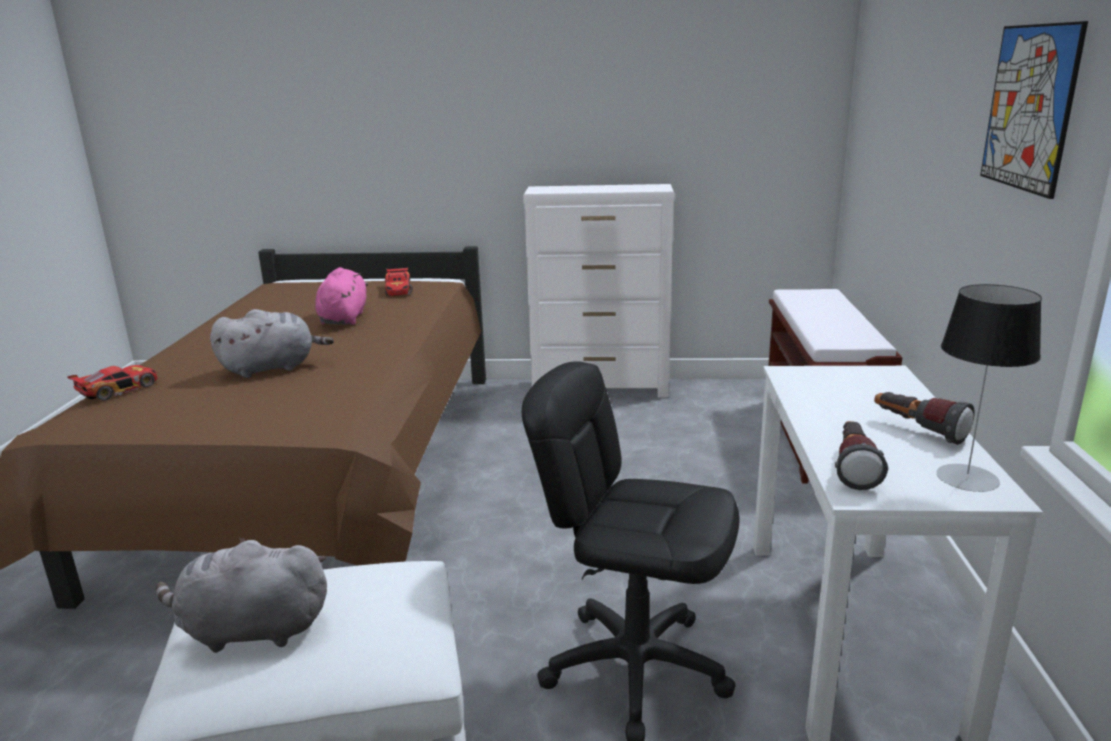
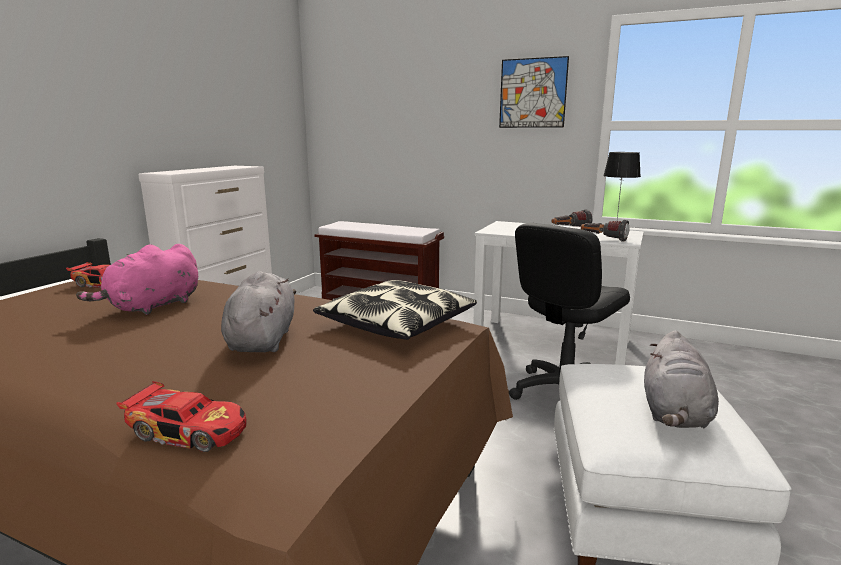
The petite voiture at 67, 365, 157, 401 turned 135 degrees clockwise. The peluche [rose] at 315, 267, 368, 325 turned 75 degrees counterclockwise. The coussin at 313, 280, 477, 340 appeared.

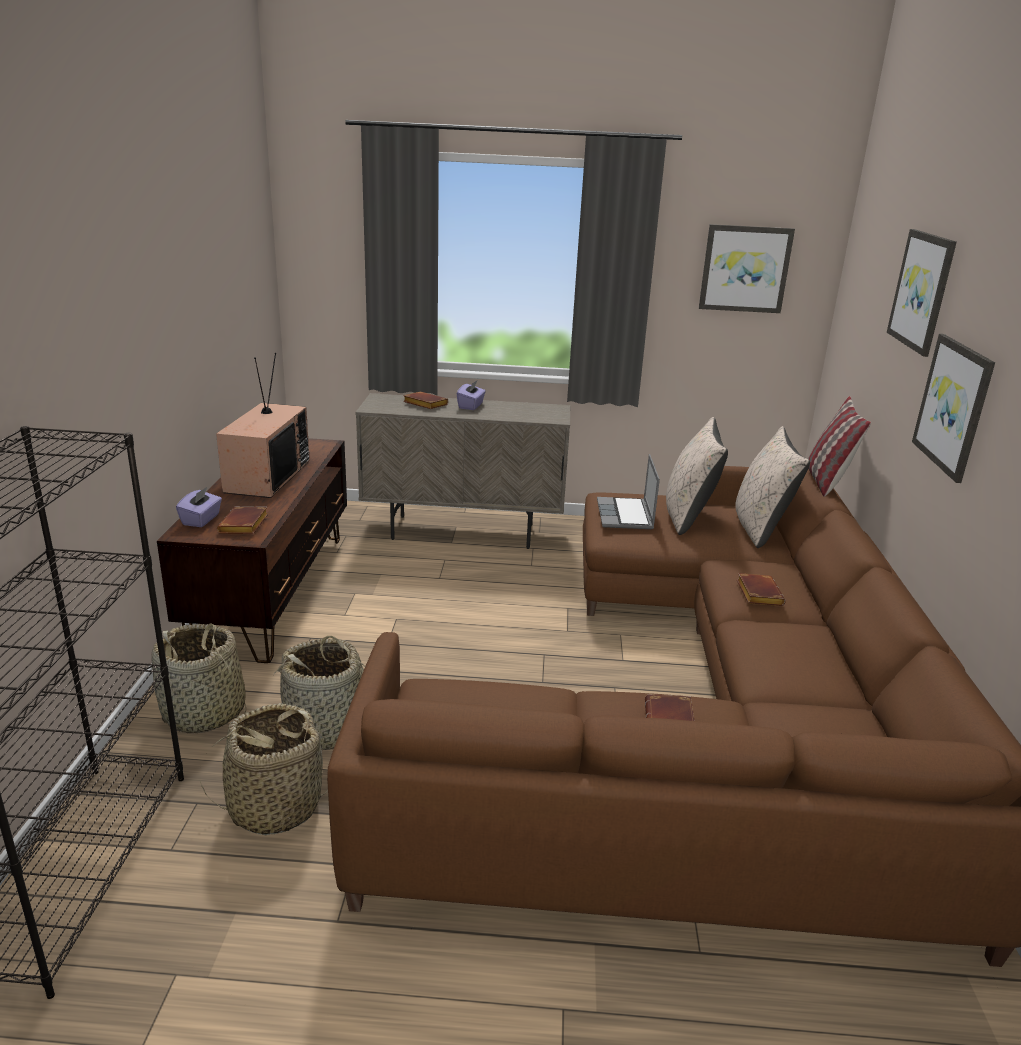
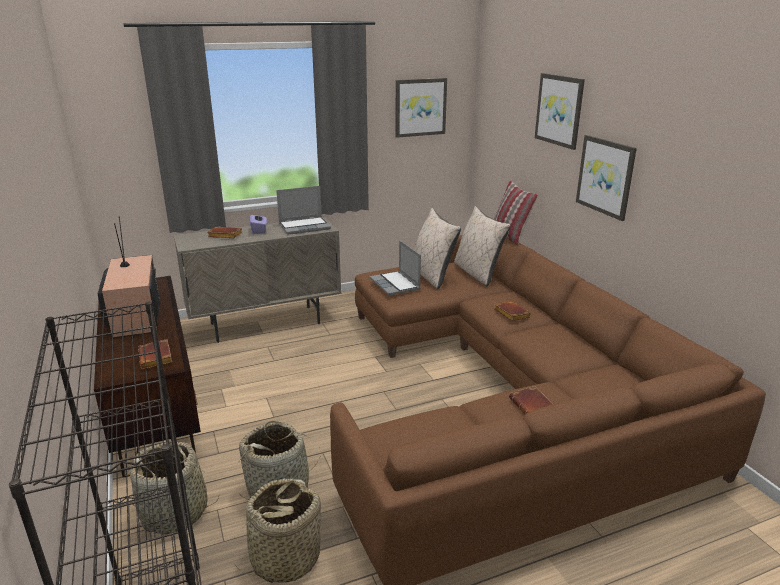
The boîte à mouchoirs [violet] at 176, 487, 222, 527 disappeared. The ordinateur portable at 276, 186, 331, 235 appeared.

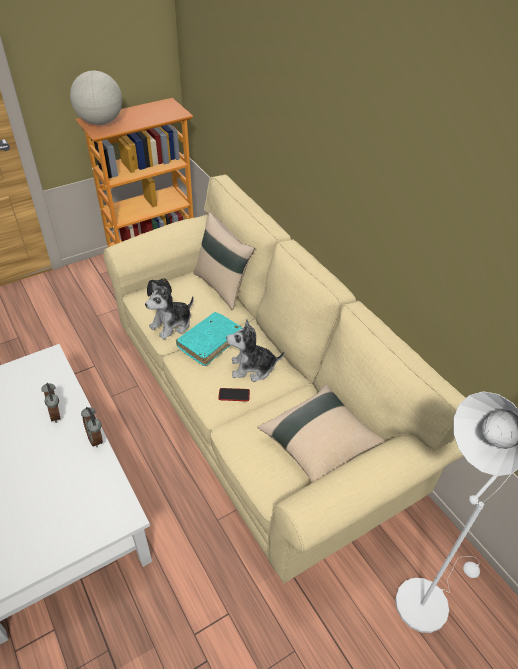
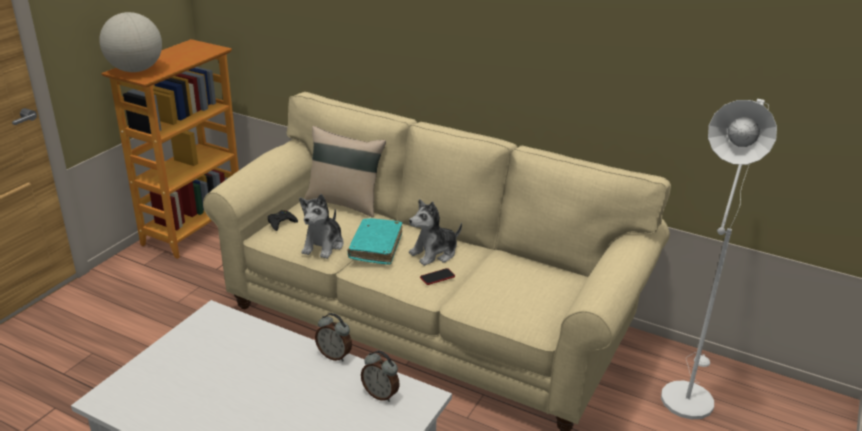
The réveil moved from 41, 383, 60, 423 to 361, 350, 400, 402. The coussin [beige] at 257, 385, 385, 483 disappeared.

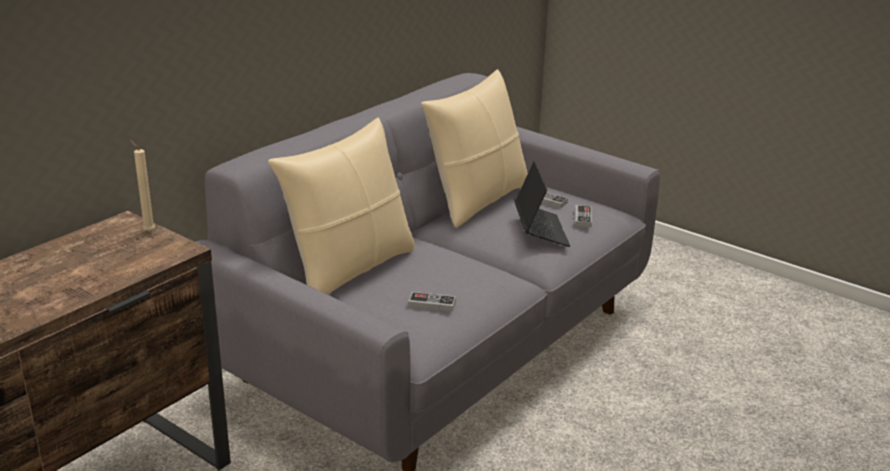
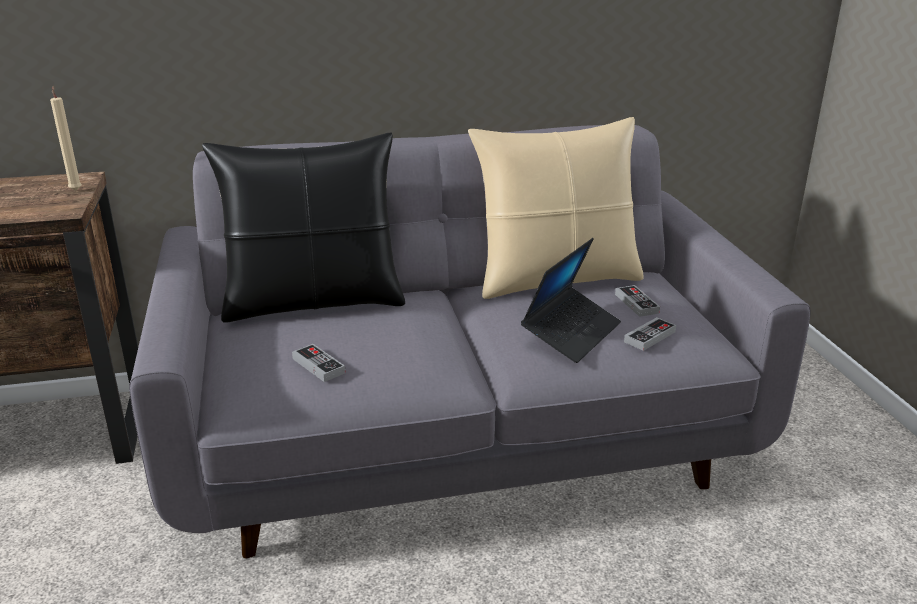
The coussin [beige] at 268, 118, 415, 295 became the coussin [noir] at 202, 133, 405, 322.

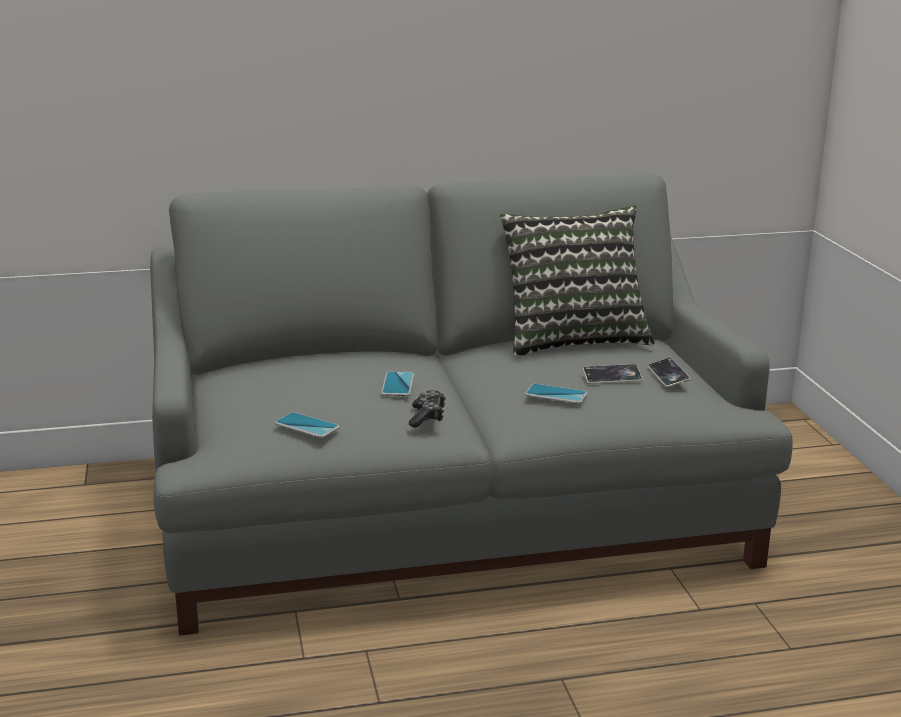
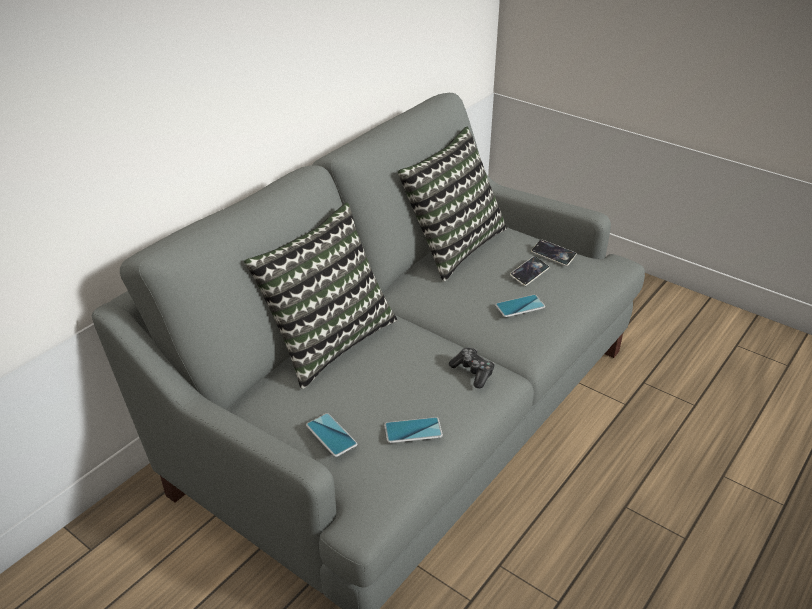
The téléphone moved from 381, 371, 414, 396 to 306, 413, 357, 457. The coussin at 244, 203, 397, 389 appeared.

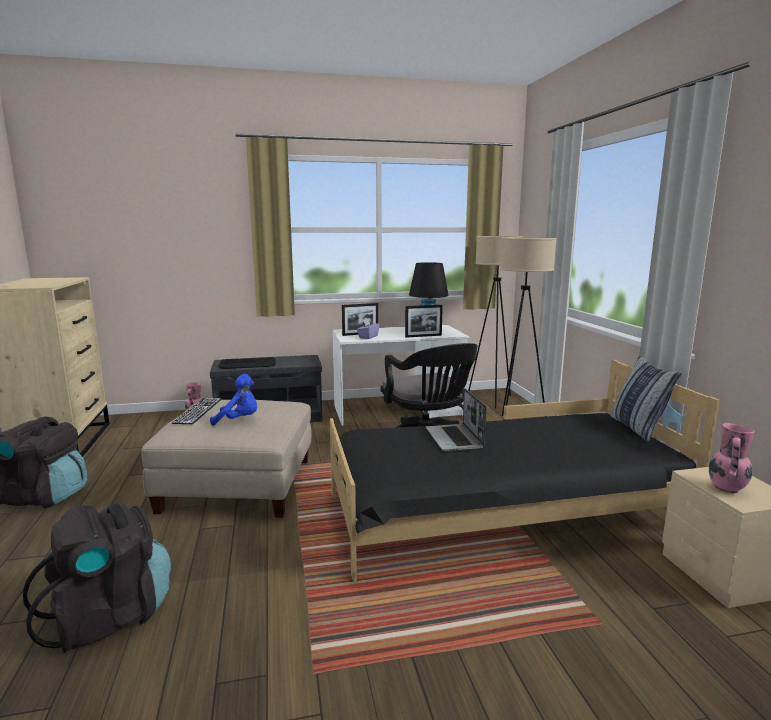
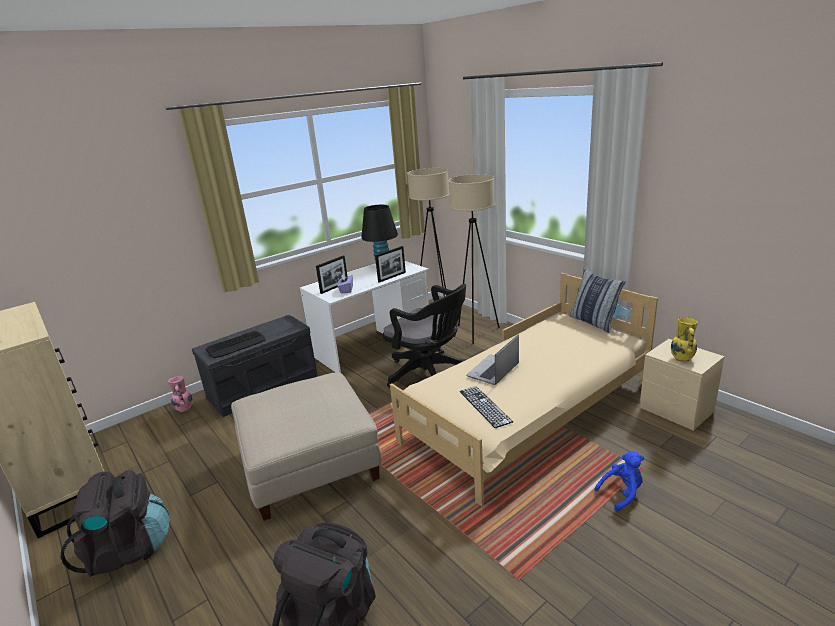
The clavier moved from 172, 398, 221, 424 to 460, 386, 513, 428. The peluche [bleu] moved from 210, 374, 257, 426 to 594, 451, 644, 511. The lit [noir] at 330, 359, 720, 582 became the lit [beige] at 390, 273, 658, 506. The ordinateur portable at 426, 388, 487, 451 turned 75 degrees clockwise. The vase [rose] at 709, 422, 754, 493 became the vase [jaune] at 671, 317, 698, 362.

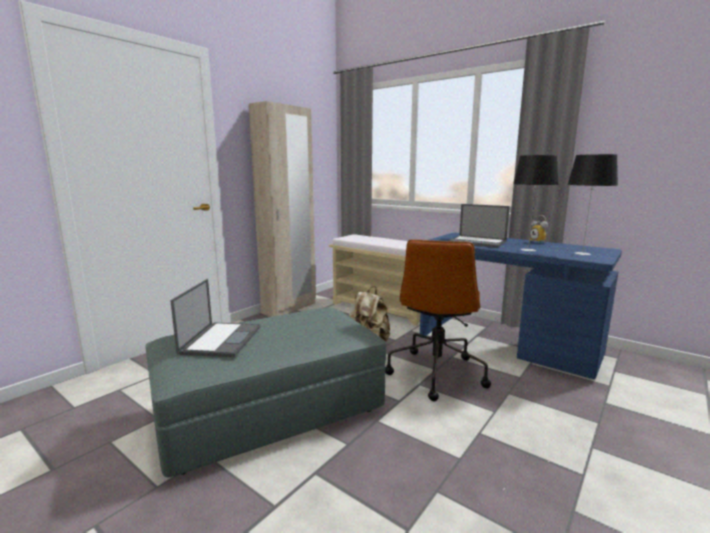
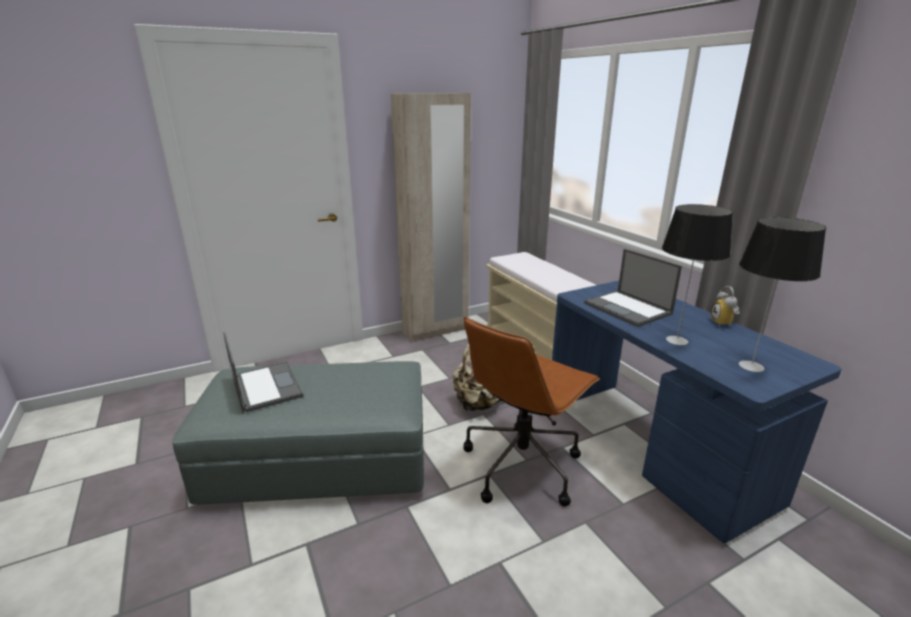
The ordinateur portable at 170, 279, 261, 357 turned 60 degrees counterclockwise.

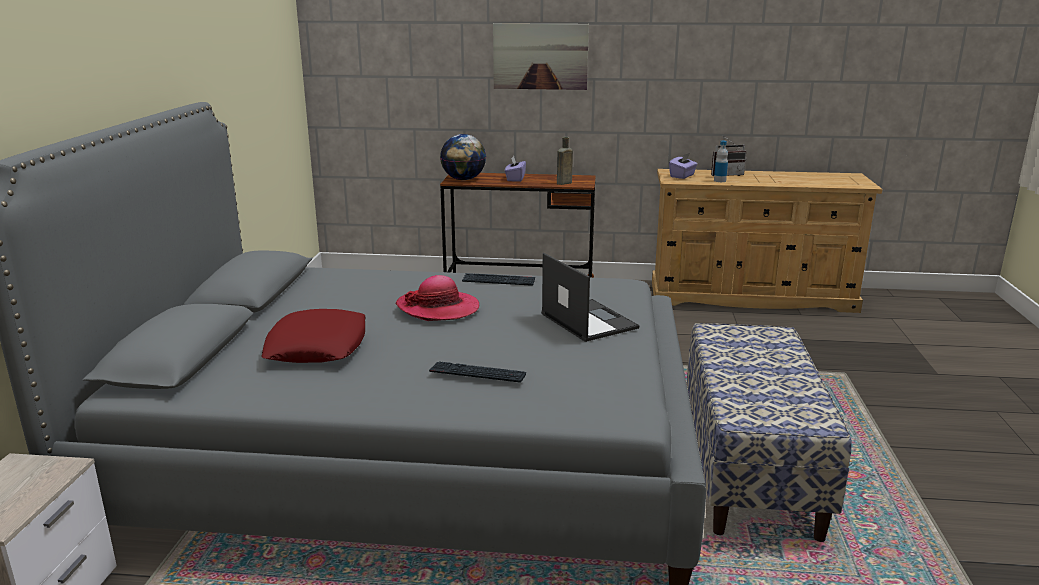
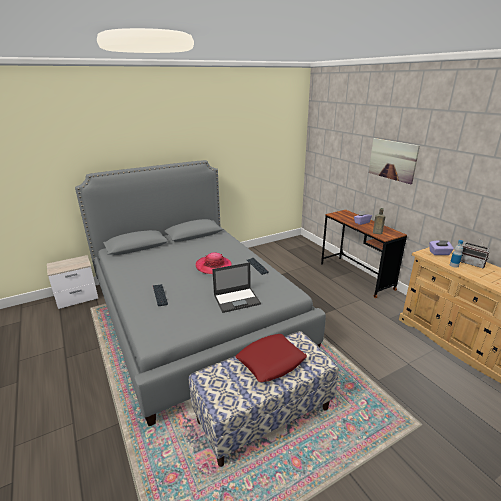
The coussin [rouge] moved from 261, 309, 366, 363 to 236, 334, 307, 382. The globe at 440, 134, 486, 180 disappeared. The ordinateur portable at 541, 253, 640, 342 turned 45 degrees clockwise.

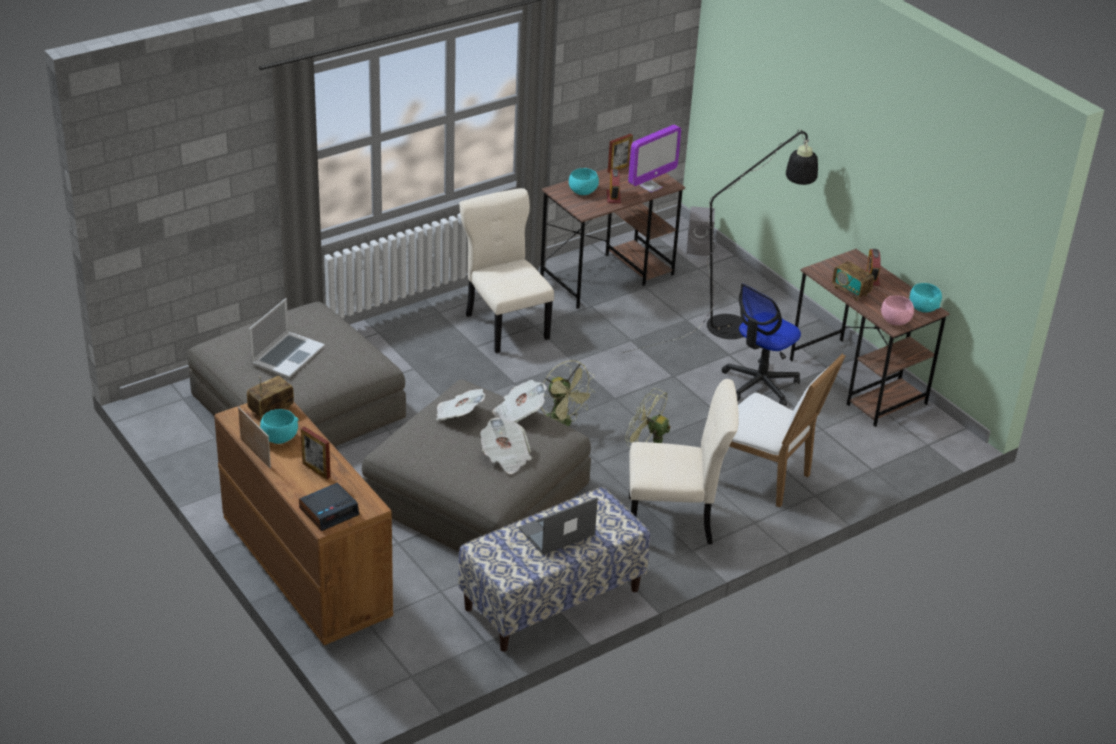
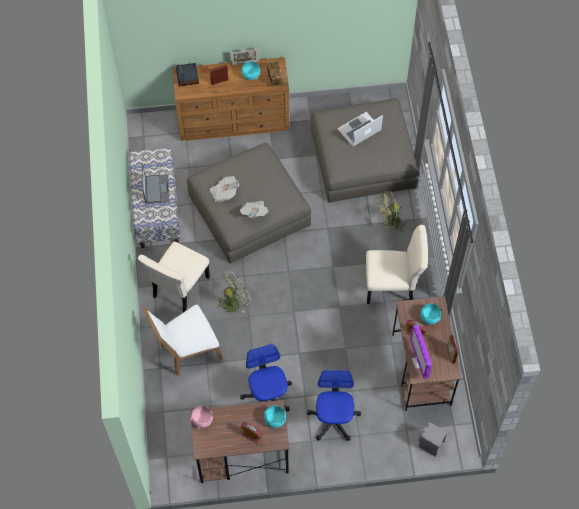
The ordinateur portable at 249, 298, 325, 378 turned 90 degrees clockwise. The journal at 436, 389, 485, 420 disappeared. The ventilateur [vert] moved from 541, 360, 595, 426 to 377, 191, 407, 234. The lampadaire [noir] at 622, 129, 818, 353 was replaced by the chaise de bureau at 307, 370, 361, 441. The radio at 832, 257, 874, 301 disappeared. The bol [turquoise] moved from 910, 283, 942, 313 to 264, 405, 286, 428.

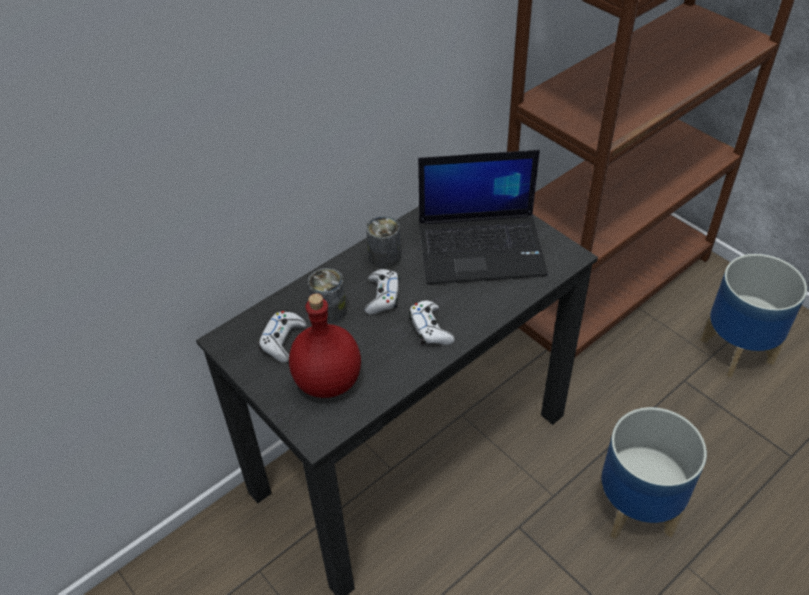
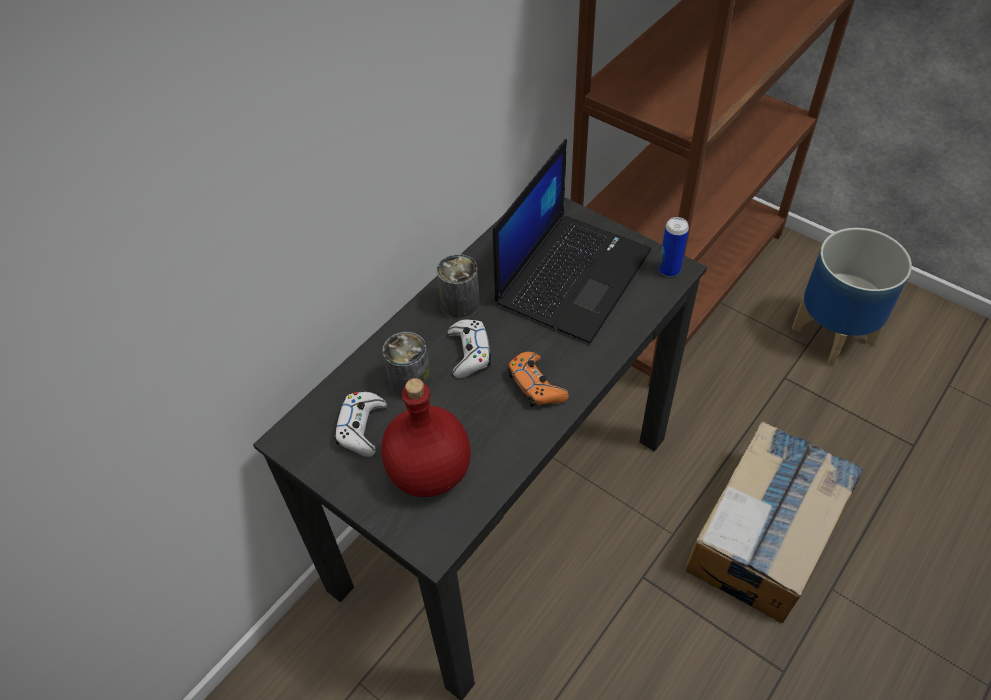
The manette [blanc] at 409, 301, 455, 345 became the manette [orange] at 508, 352, 569, 408. The ordinateur portable at 418, 150, 548, 285 turned 45 degrees counterclockwise. The cache-pot at 600, 407, 707, 539 was replaced by the carton at 685, 421, 863, 623. The boîte métallique at 659, 217, 689, 277 appeared.

